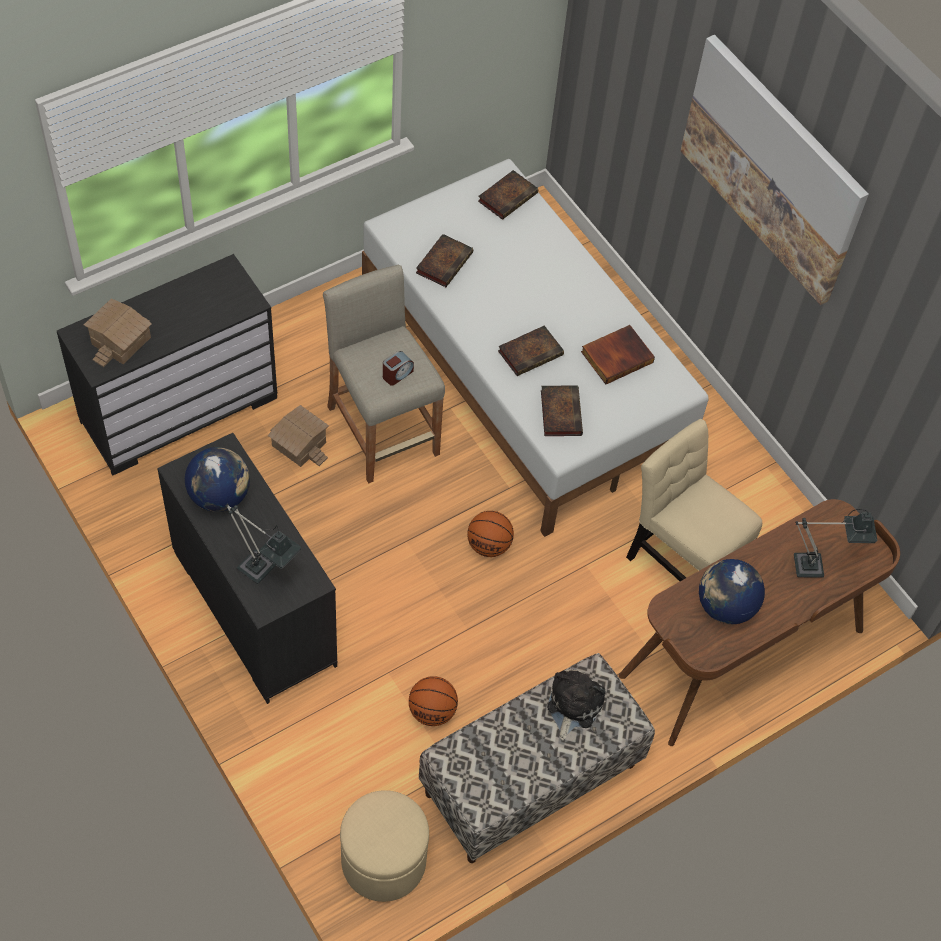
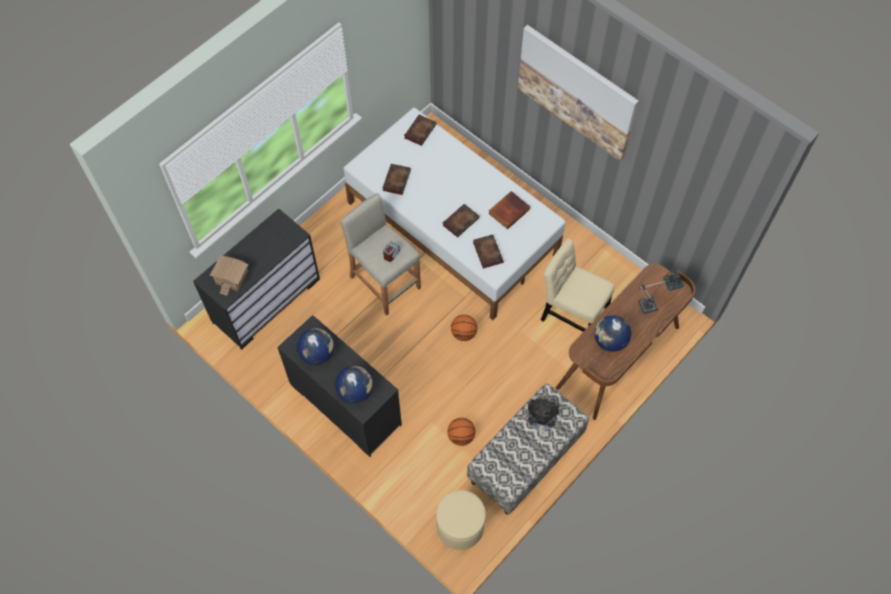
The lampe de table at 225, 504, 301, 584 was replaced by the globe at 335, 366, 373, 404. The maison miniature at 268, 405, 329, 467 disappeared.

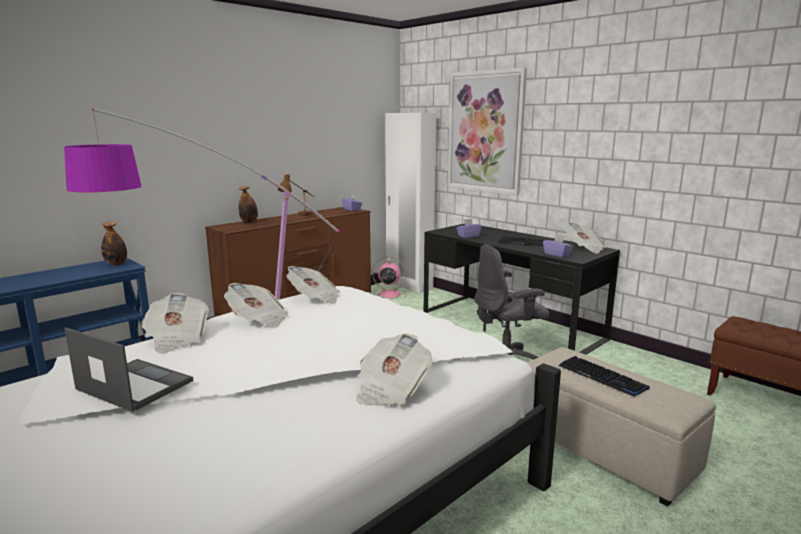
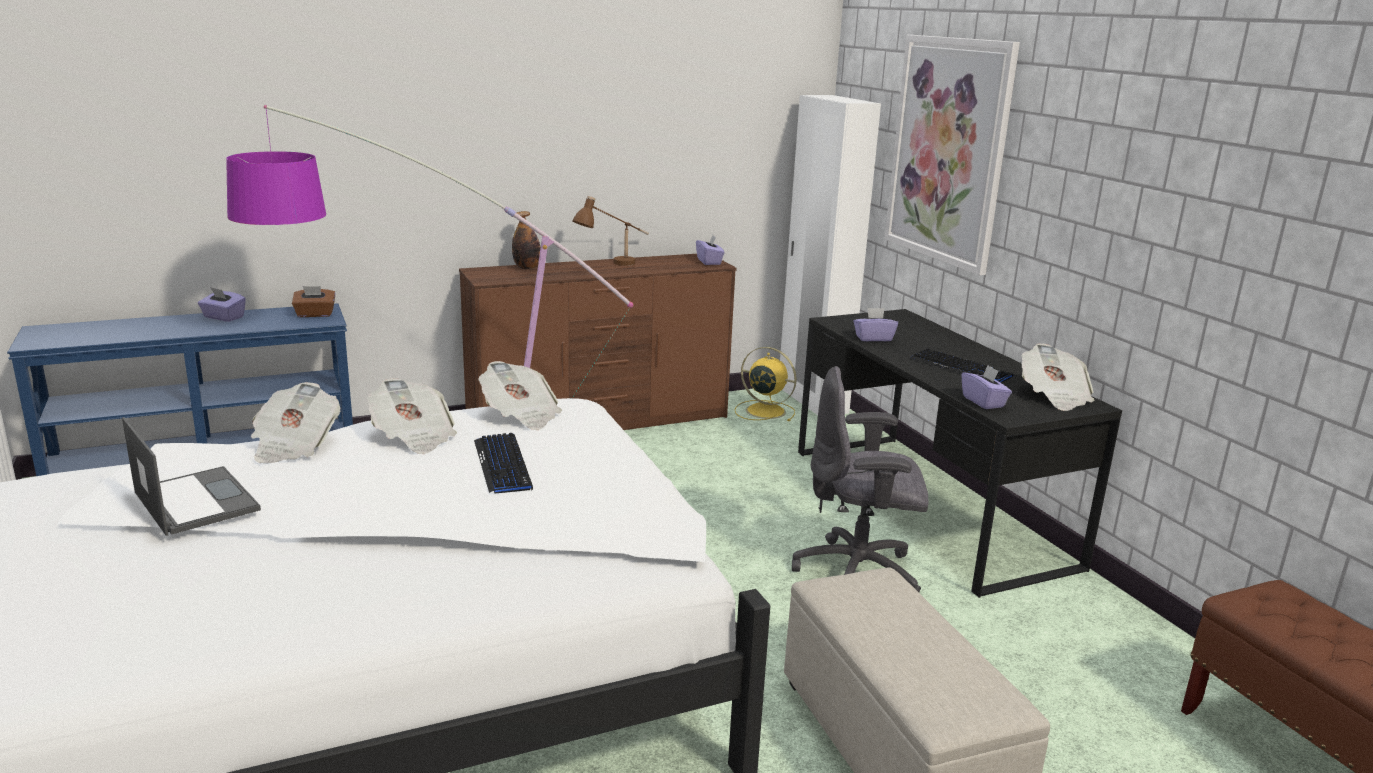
The bouteille at 101, 222, 127, 266 was replaced by the boîte à mouchoirs [marron] at 292, 286, 336, 317. The journal at 356, 333, 433, 406 disappeared. The ventilateur [rose] at 372, 257, 407, 299 became the ventilateur [jaune] at 735, 347, 797, 421. The clavier moved from 558, 356, 650, 397 to 474, 433, 533, 493. The boîte à mouchoirs [violet] at 198, 287, 246, 322 appeared.

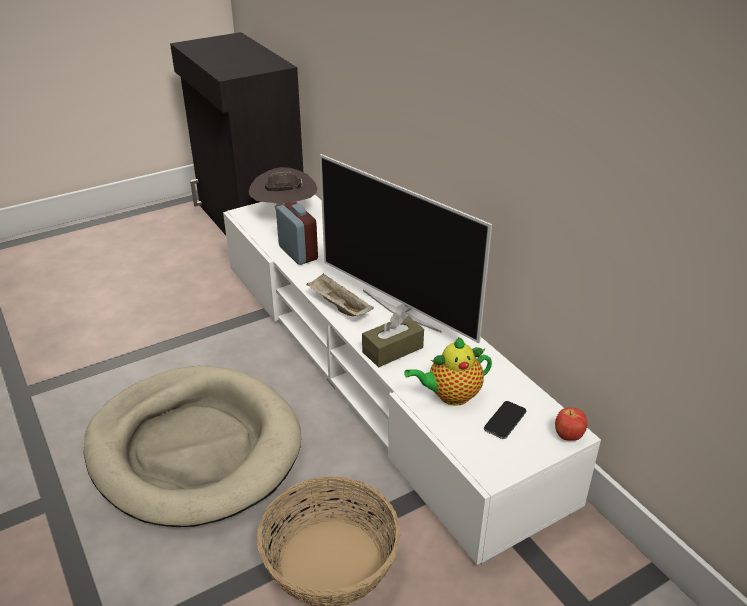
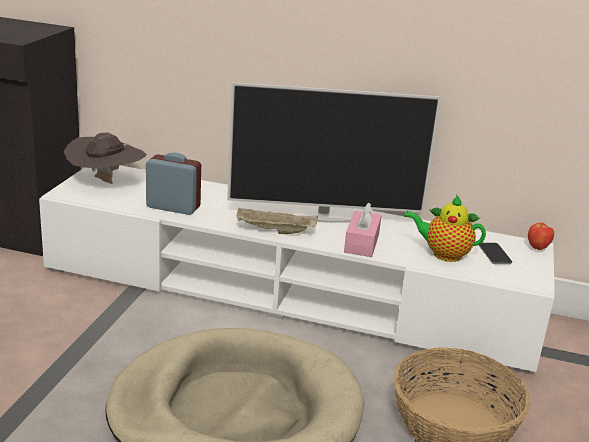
The boîte à mouchoirs [marron] at 362, 312, 424, 367 became the boîte à mouchoirs [rose] at 344, 203, 381, 257. The théière at 404, 337, 492, 406 turned 75 degrees clockwise.

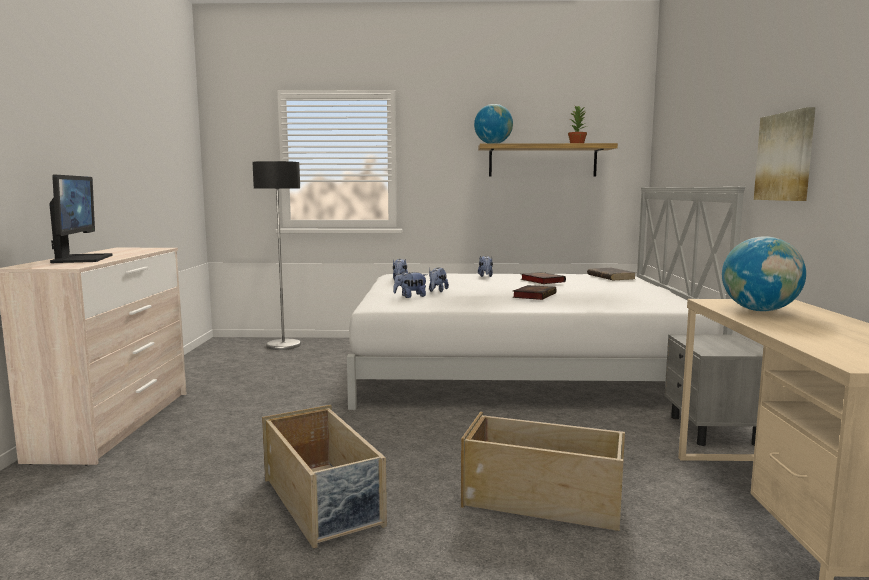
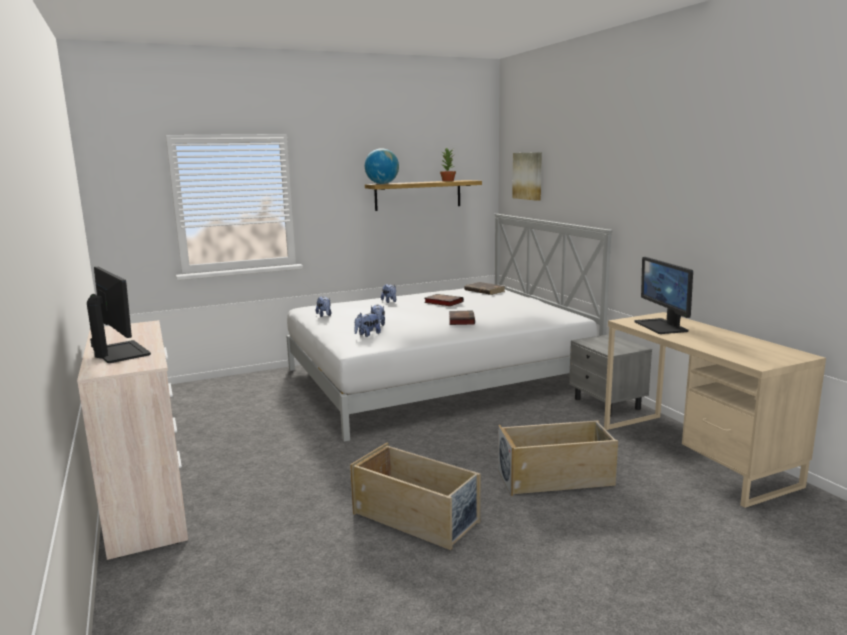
The lampadaire at 252, 161, 301, 350 disappeared. The globe at 722, 236, 806, 311 was replaced by the écran d'ordinateur at 635, 257, 693, 334. The tableau moved from 754, 107, 816, 201 to 512, 152, 542, 201.

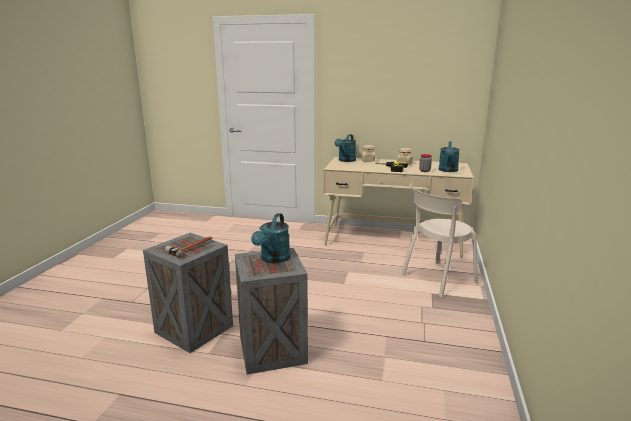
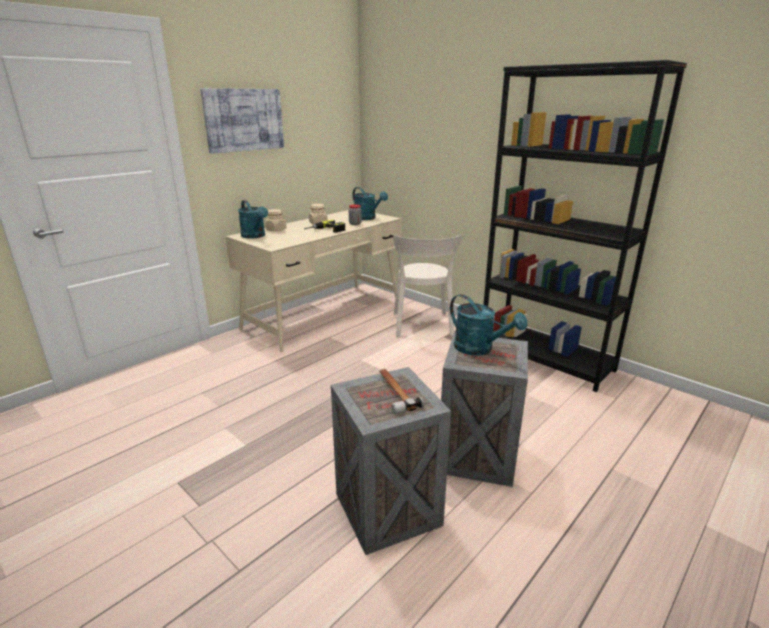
The tableau at 200, 88, 284, 154 appeared. The bibliothèque [noir] at 483, 60, 687, 392 appeared.

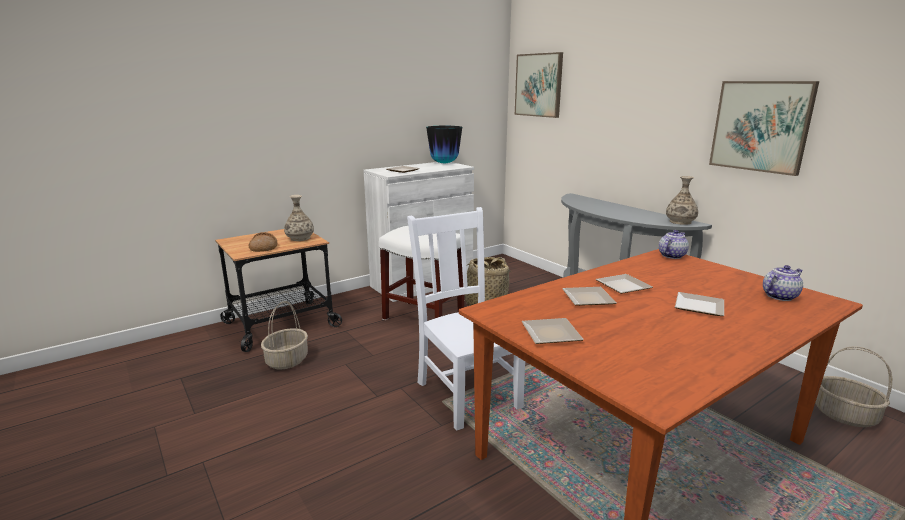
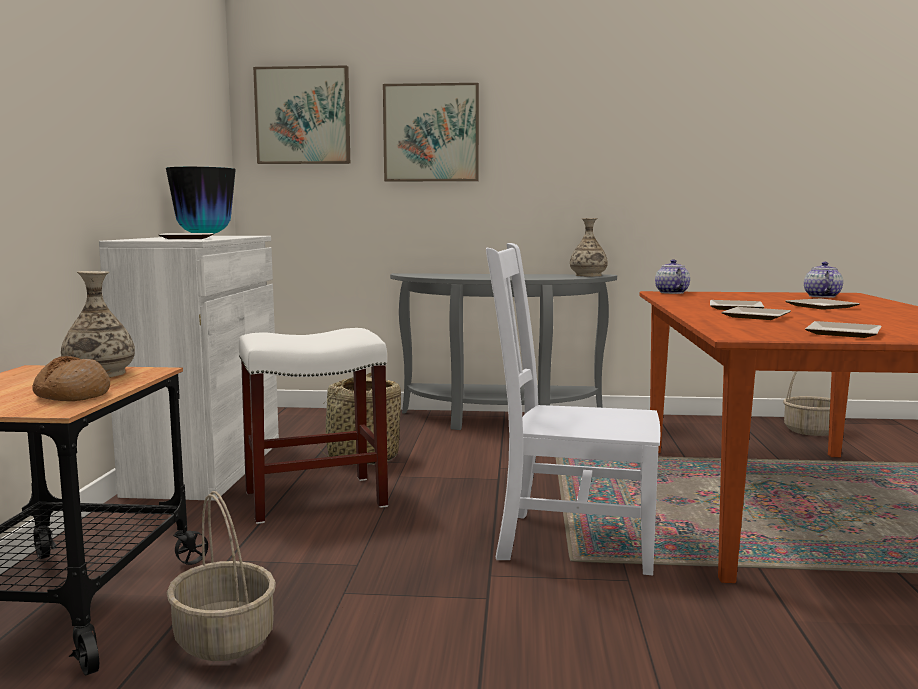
The tableau moved from 709, 81, 819, 176 to 383, 83, 479, 182.

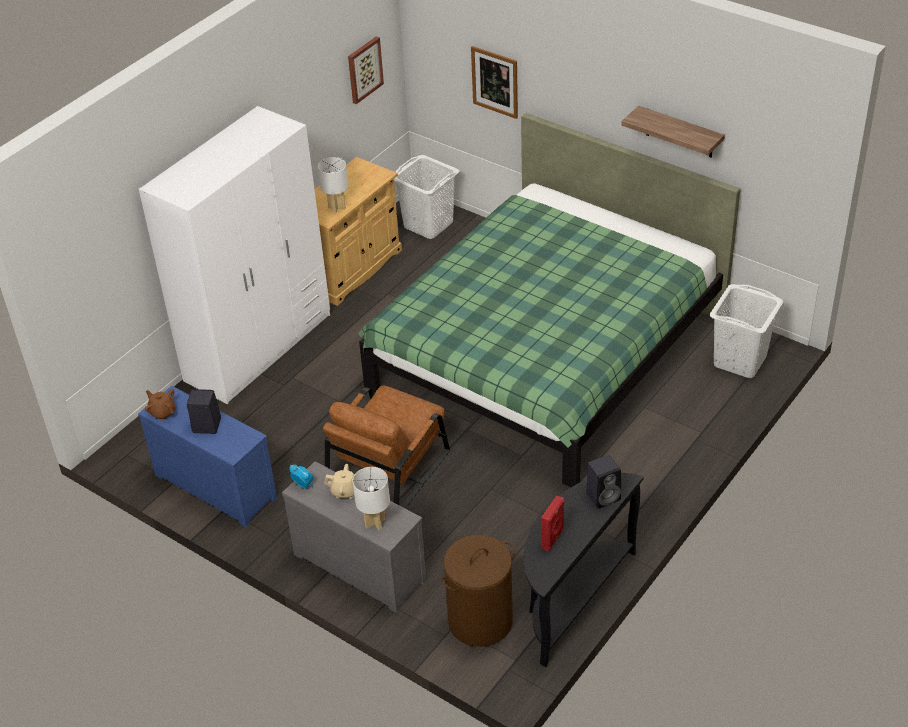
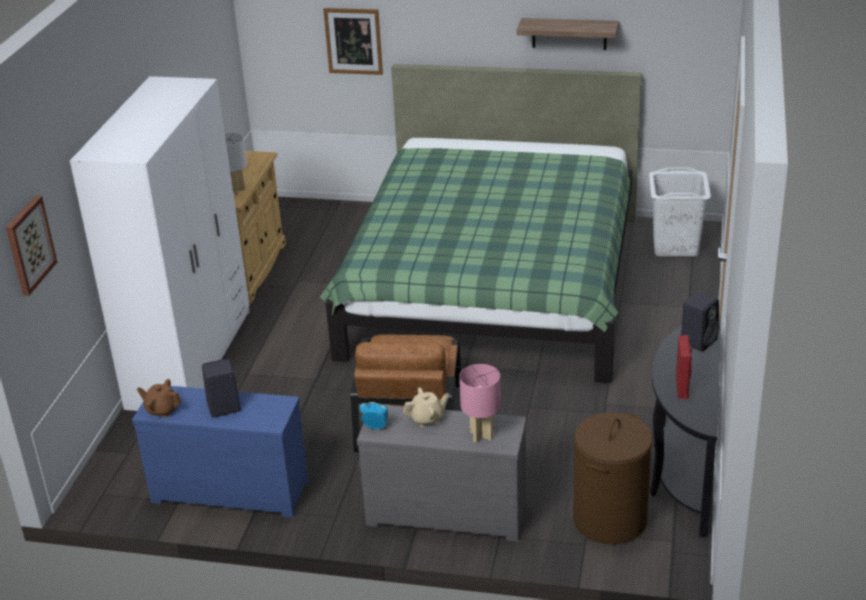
The tableau moved from 348, 36, 384, 104 to 6, 196, 57, 296. The lampe de table [blanc] at 353, 467, 390, 530 became the lampe de table [rose] at 459, 364, 501, 443. The panier à linge [blanc] at 394, 155, 459, 239 disappeared.

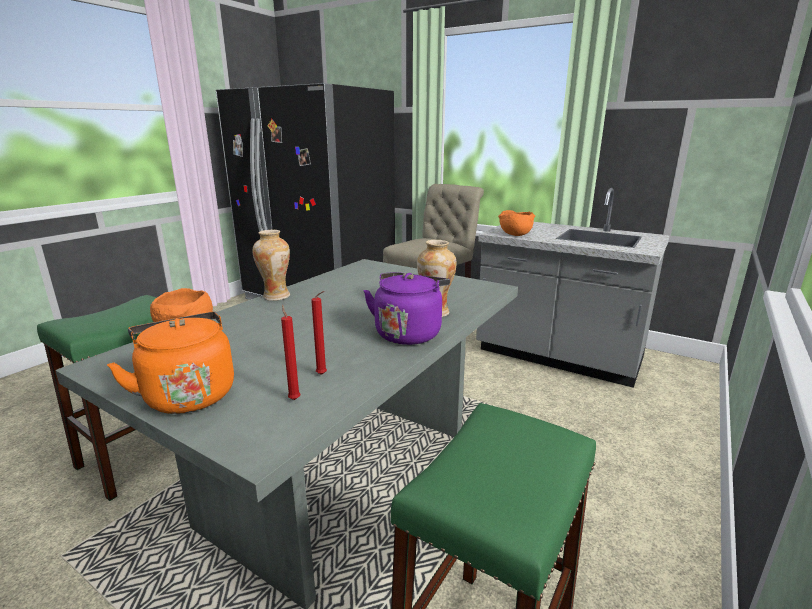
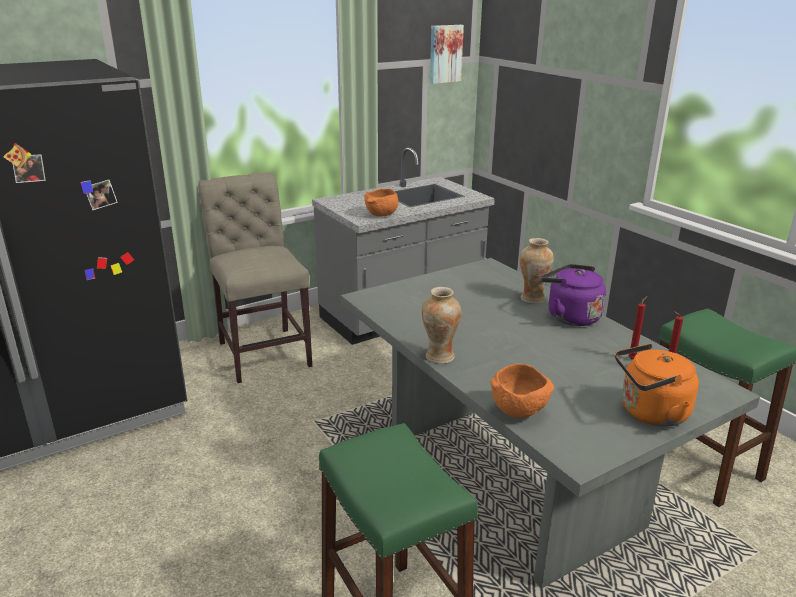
The tableau at 430, 25, 464, 84 appeared.

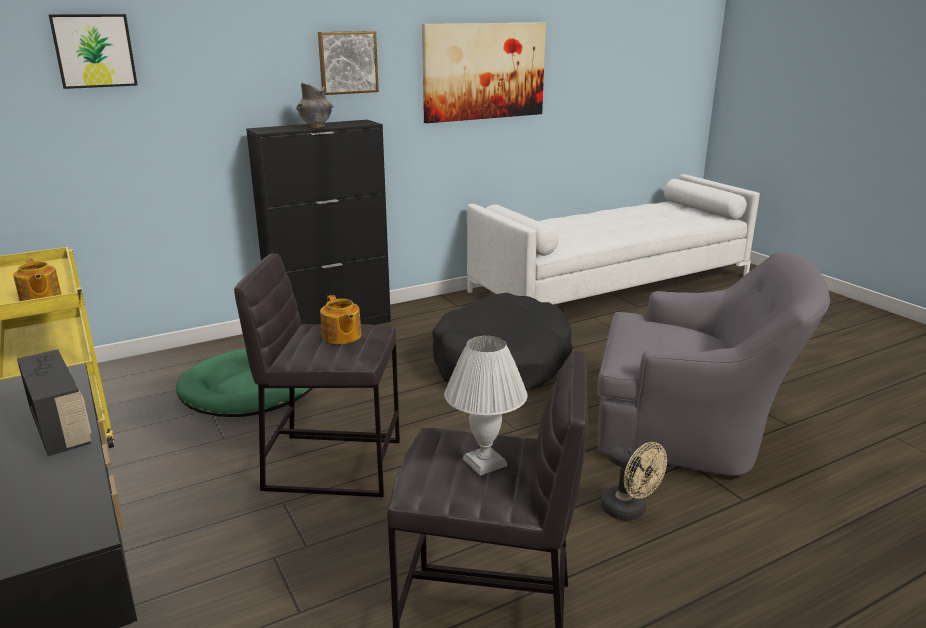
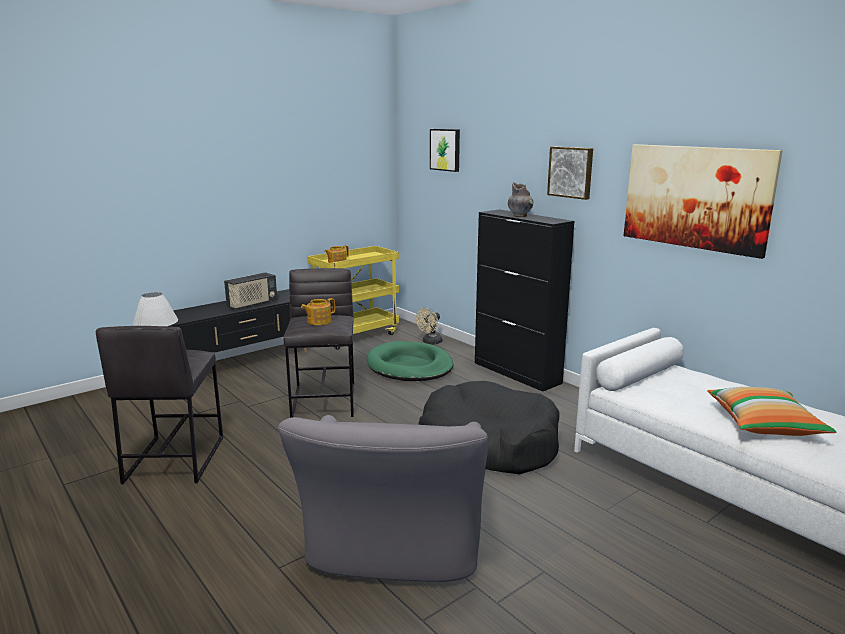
The ventilateur [beige] moved from 601, 442, 667, 521 to 416, 307, 442, 344. The coussin at 707, 387, 836, 436 appeared.

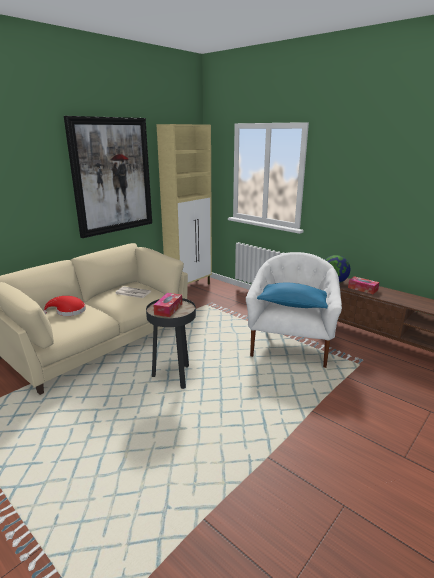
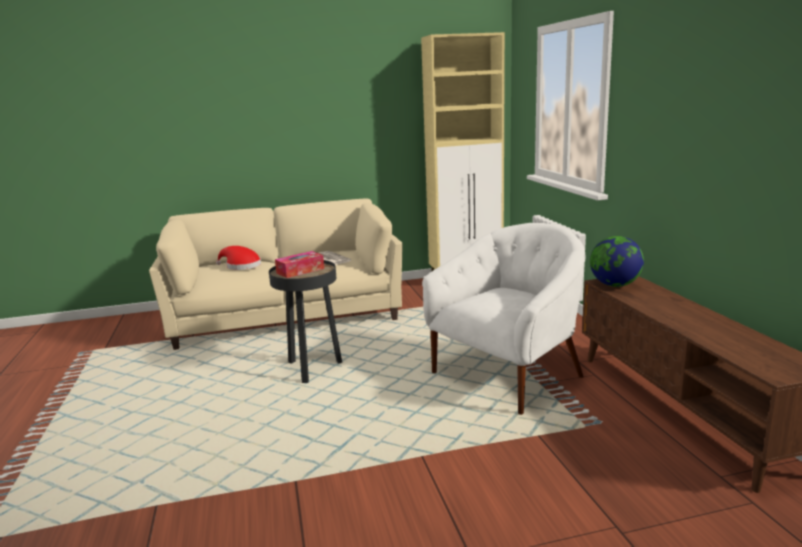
The tableau at 64, 116, 152, 238 disappeared. The coussin [bleu] at 257, 283, 328, 308 disappeared. The boîte à mouchoirs at 348, 276, 379, 294 disappeared.

